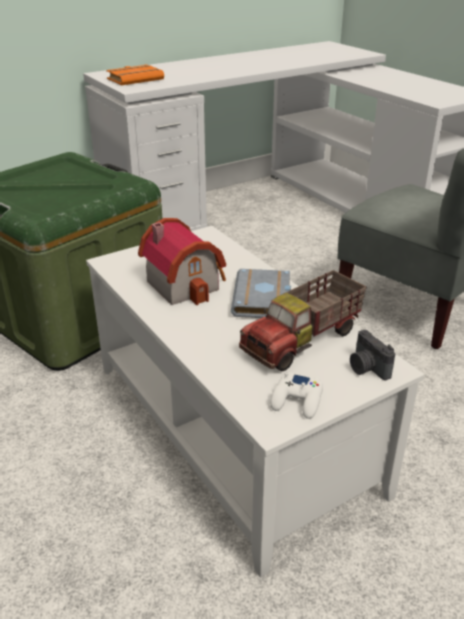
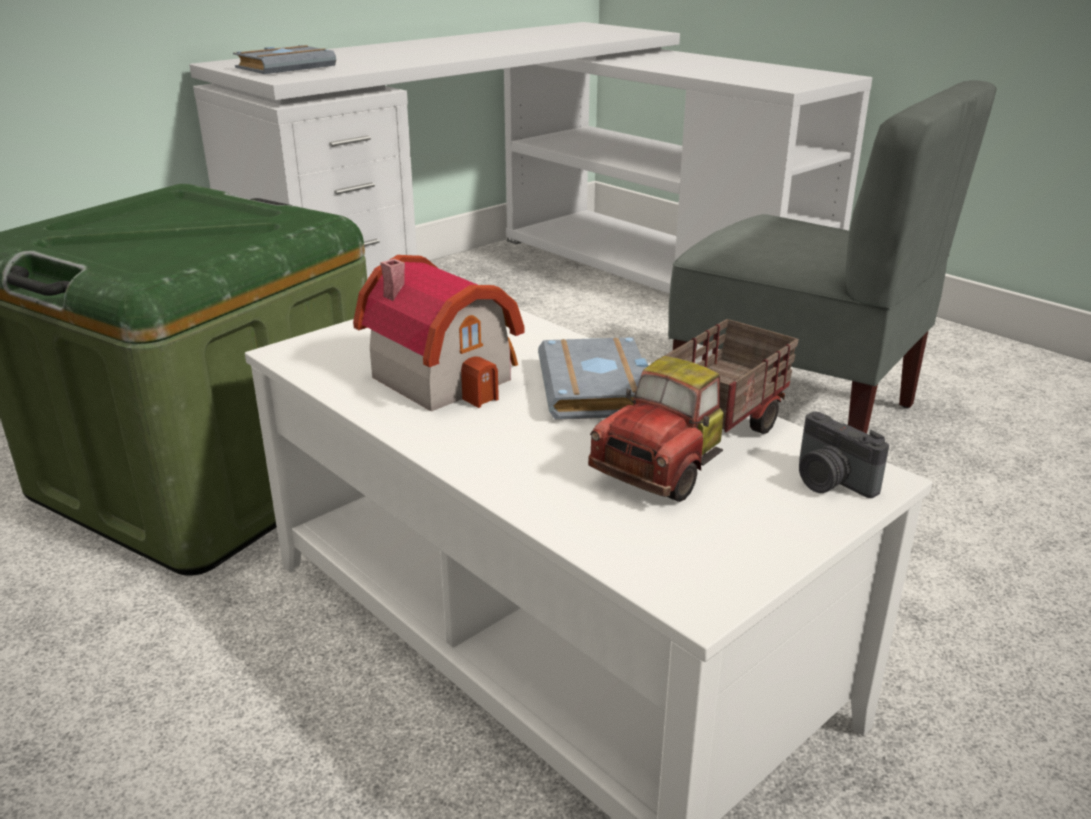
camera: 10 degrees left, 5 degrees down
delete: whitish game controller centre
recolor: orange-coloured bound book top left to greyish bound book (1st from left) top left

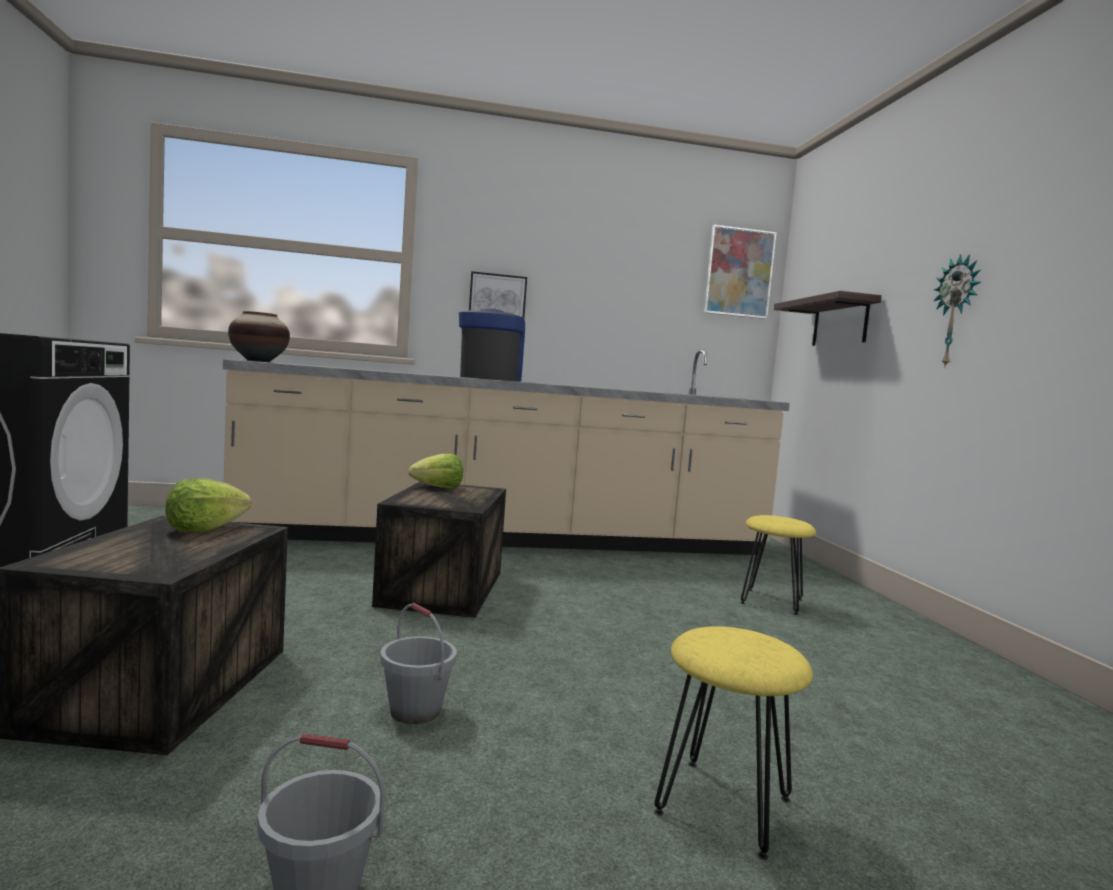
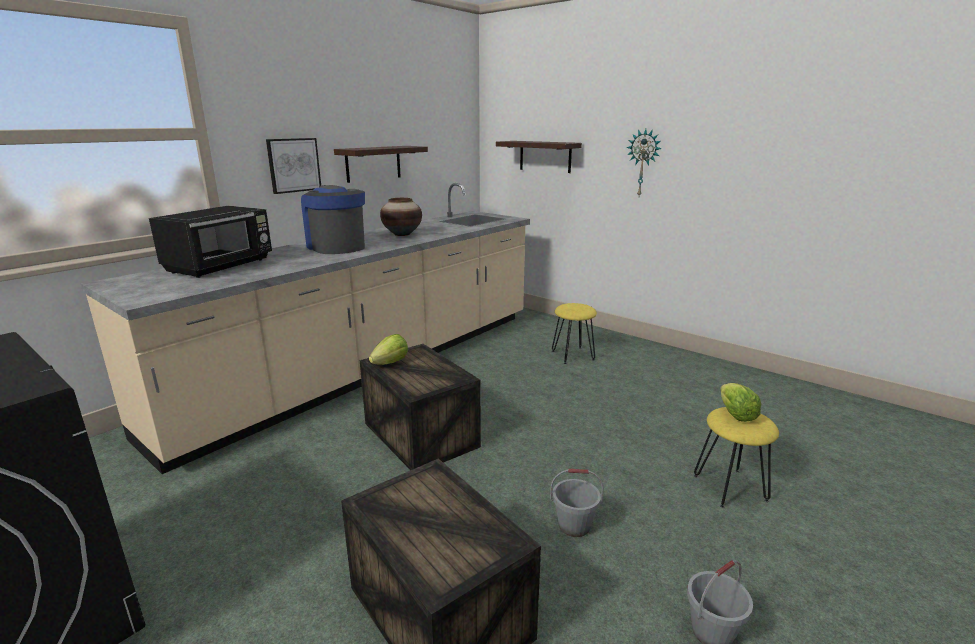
camera: 40 degrees left, 15 degrees up
delete: wall art (2nd from left) top centre
insert: black-coloured microwave middle left; shelf (1st from left) top centre
move: lettuce head (1st from left in the first image) middle left to lettuce head (2nd from left) middle right; vase middle left to centre

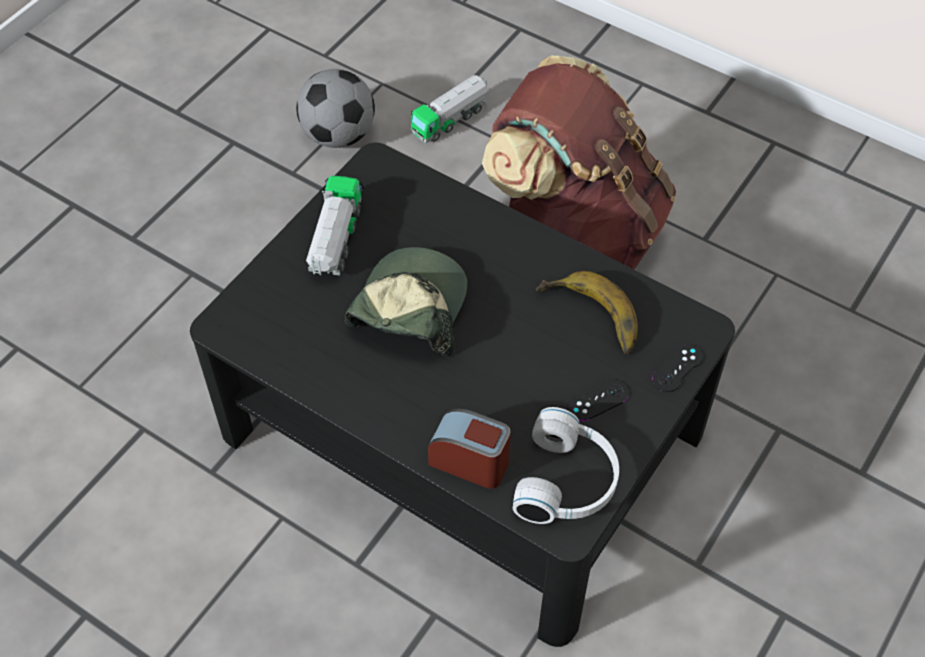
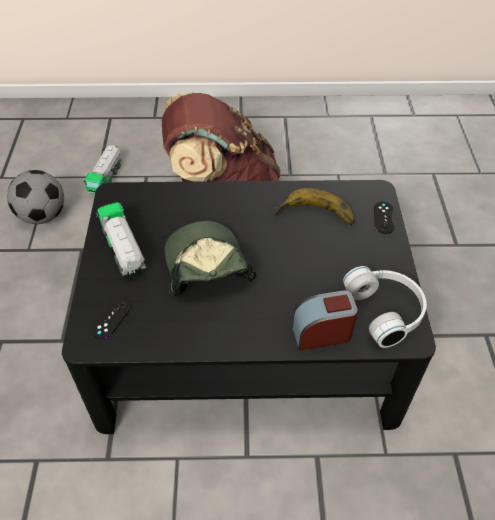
camera: 35 degrees left, 5 degrees down
move: black-coloured game controller (1st from left) centre to middle left

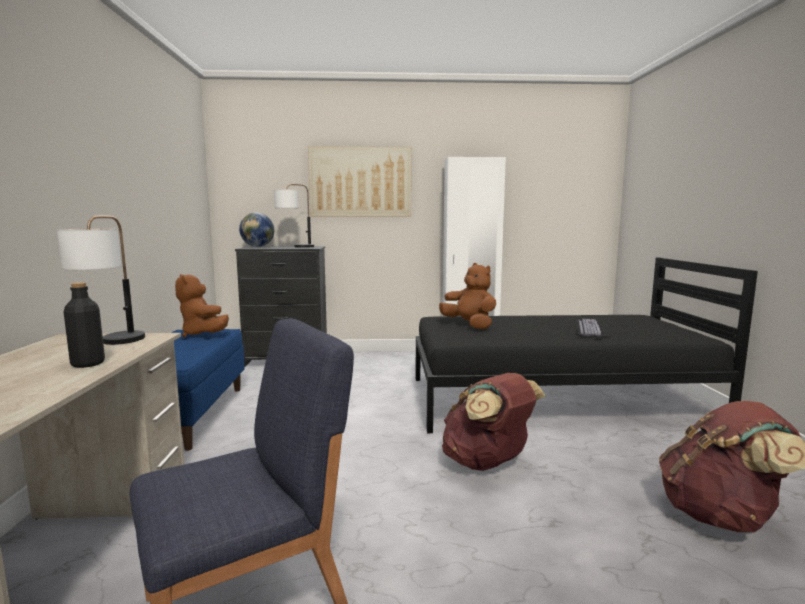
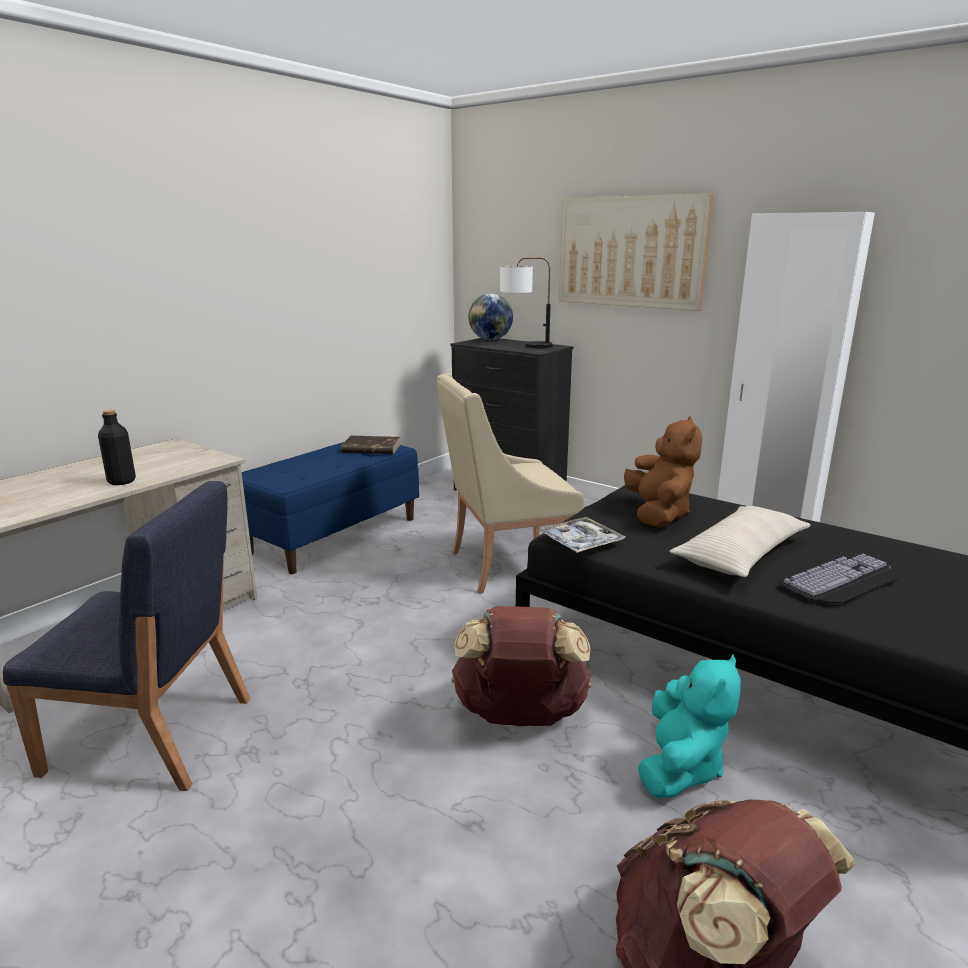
camera: 40 degrees right, 10 degrees up
delete: tabletop lamp (1st from left) middle left
insert: beige easy chair centre; serving tray centre; blue-green cuddly toy bottom right; beige pillow middle right
replace: brown-coloured cuddly toy (1st from left) middle left to brown-coloured bound book centre

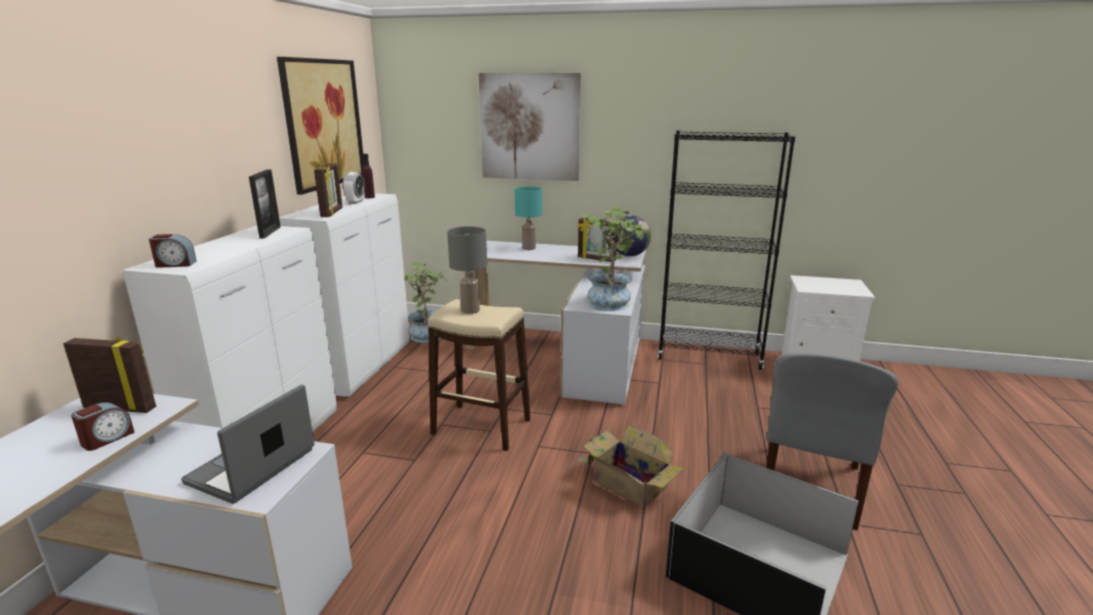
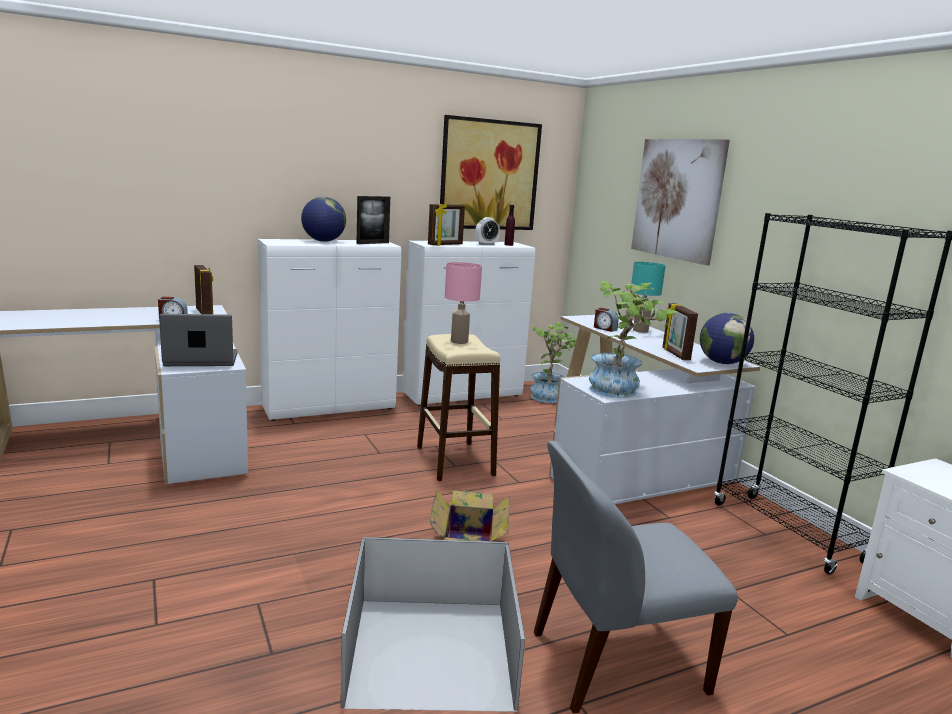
camera: 50 degrees right, 5 degrees down
insert: globe (1st from left) top centre
move: alarm clock (2nd from left in the first image) middle left to alarm clock (3rd from left) centre
recolor: greyish tabletop lamp centre to pinkish tabletop lamp centre

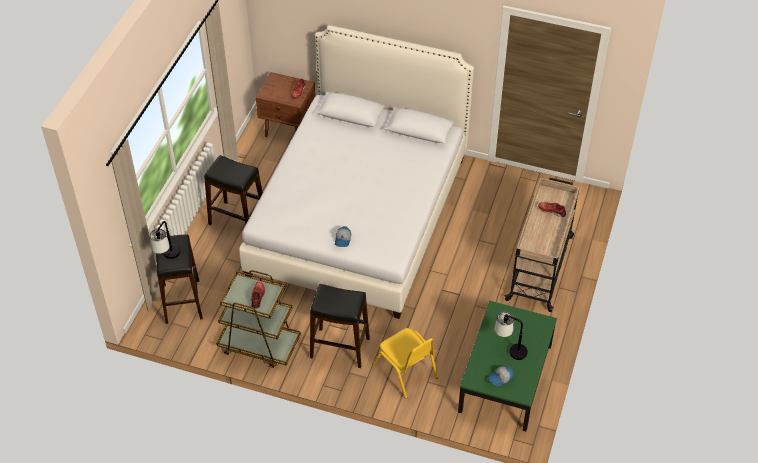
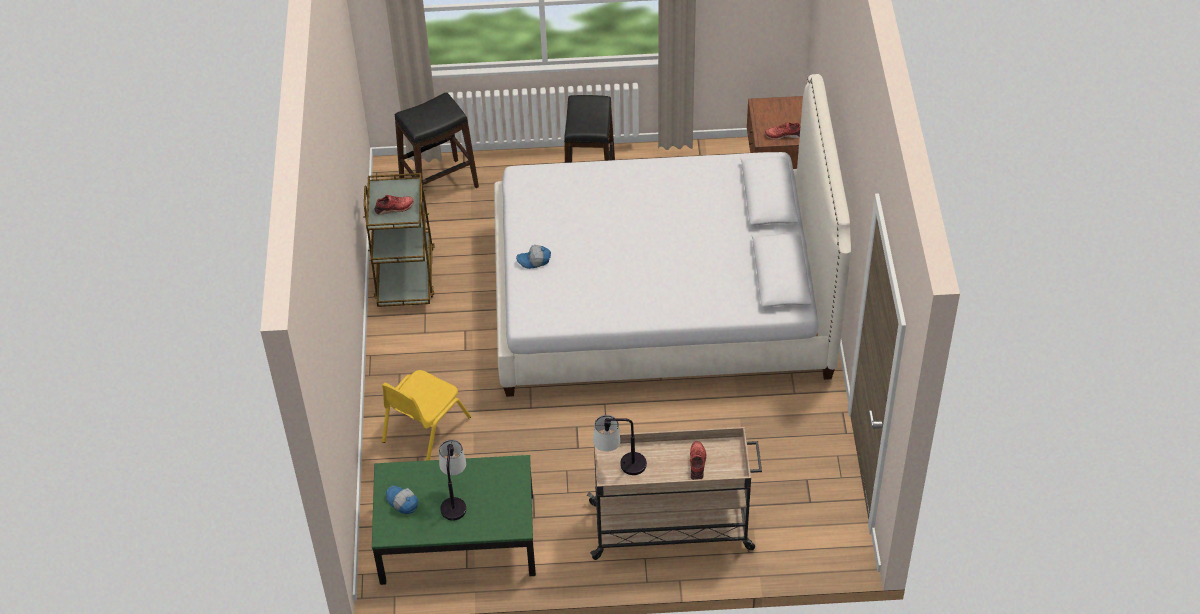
camera: 70 degrees right, 0 degrees up
delete: black-coloured sitting stool (3rd from left) bottom centre
move: tabletop lamp (1st from left in the first image) middle left to tabletop lamp (2nd from left) bottom centre

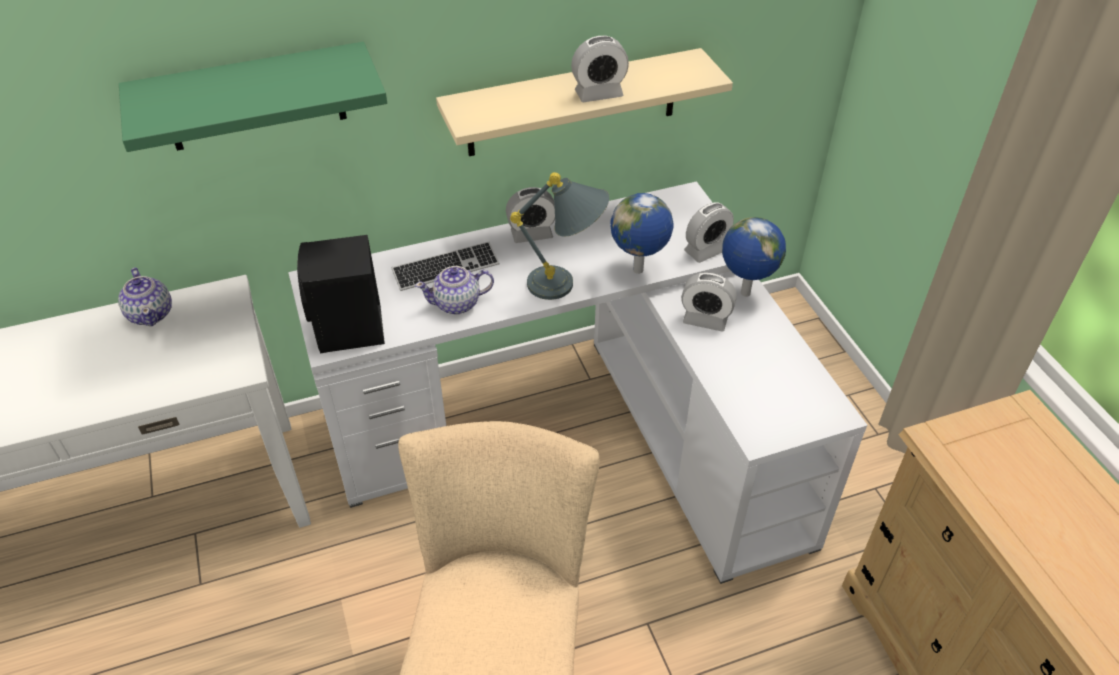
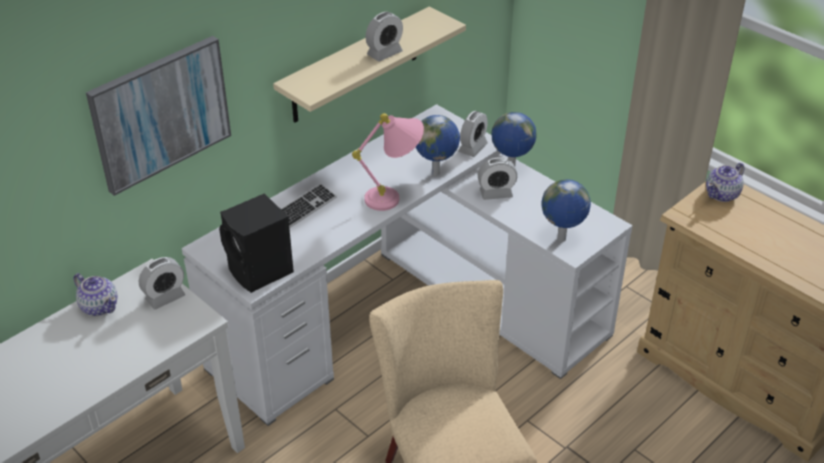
camera: 25 degrees left, 5 degrees down
insert: globe (3rd from left) middle right
move: teapot (2nd from left) centre to middle right; alarm clock (1st from left) top centre to middle left
replace: green-coloured shelf top left to wall art top left
recolor: greyish tabletop lamp centre to pinkish tabletop lamp centre

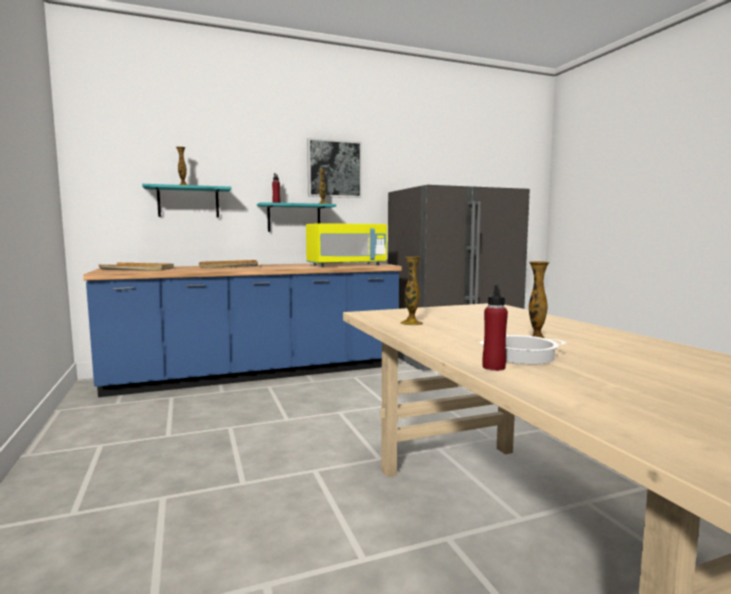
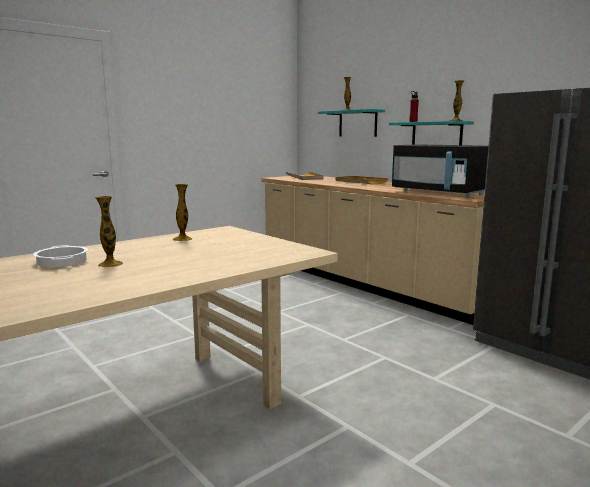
camera: 70 degrees right, 5 degrees up
delete: wall art top centre; red drink bottle (2nd from left) middle right
recolor: blue kitchen base unit middle left to beige kitchen base unit centre; yellow microwave centre to black-coloured microwave middle right

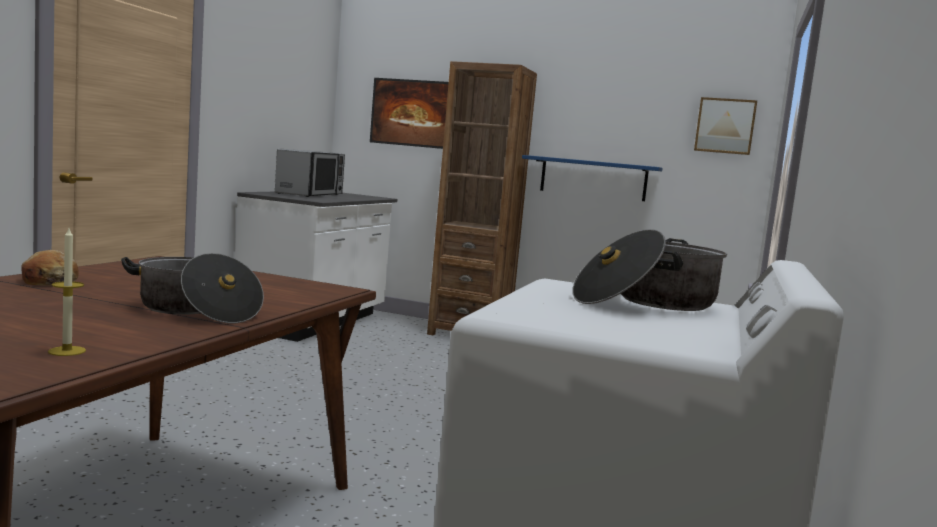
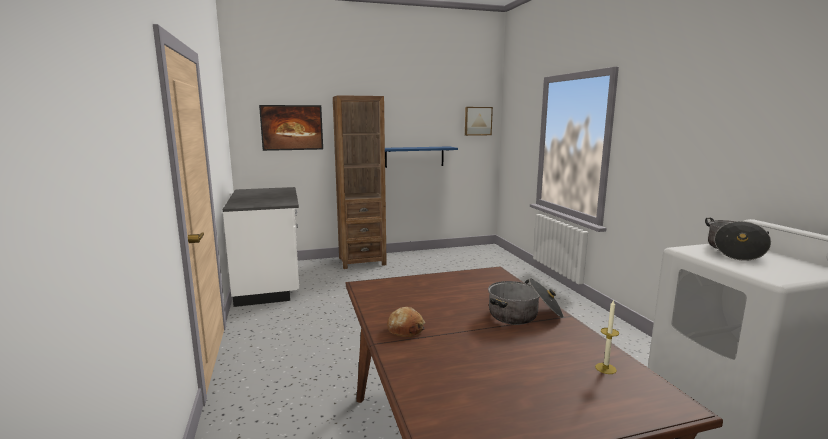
camera: 35 degrees left, 5 degrees up
delete: microwave top left

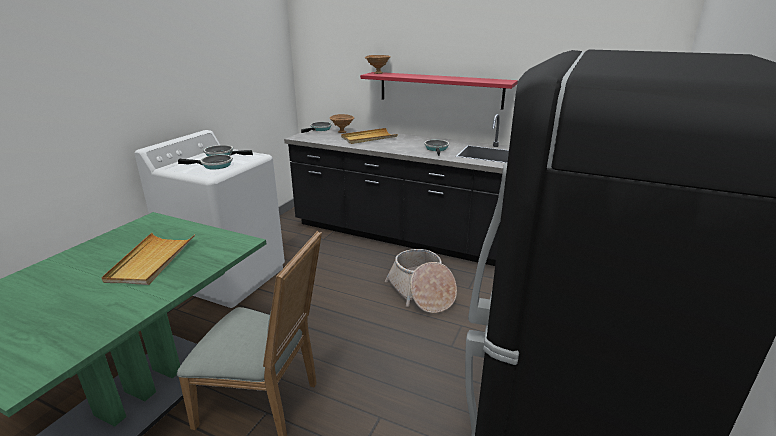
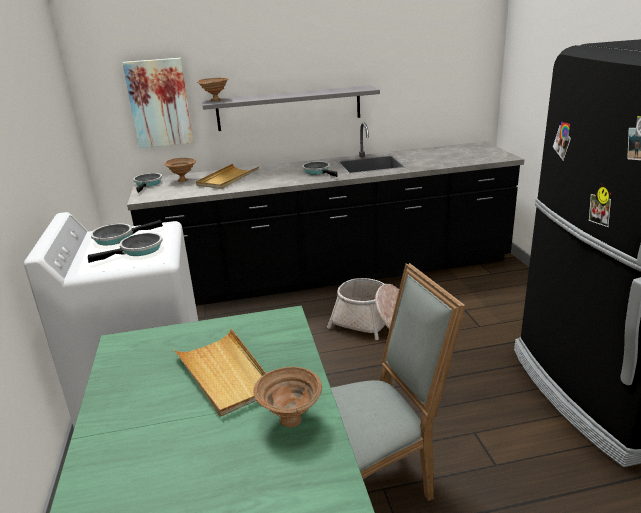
camera: 35 degrees left, 0 degrees up
insert: wall art top left; brown-coloured bowl (3rd from left) bottom centre
recolor: red shelf top centre to greyish shelf top centre

